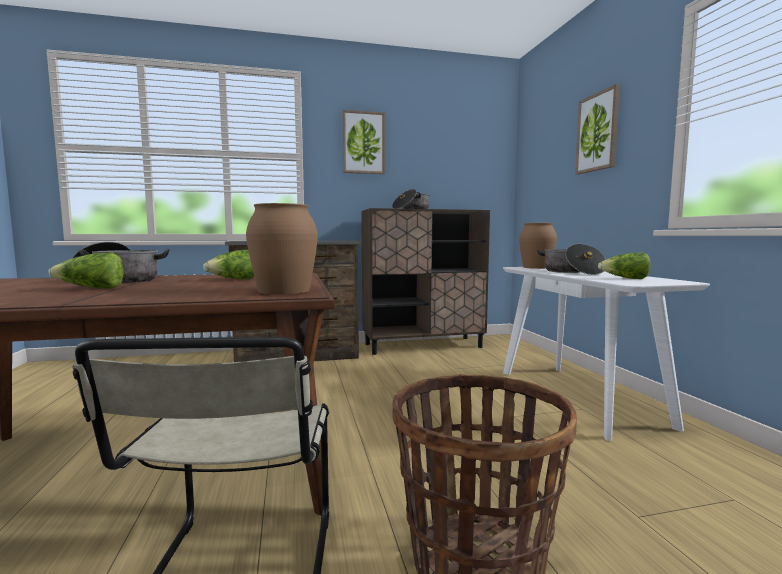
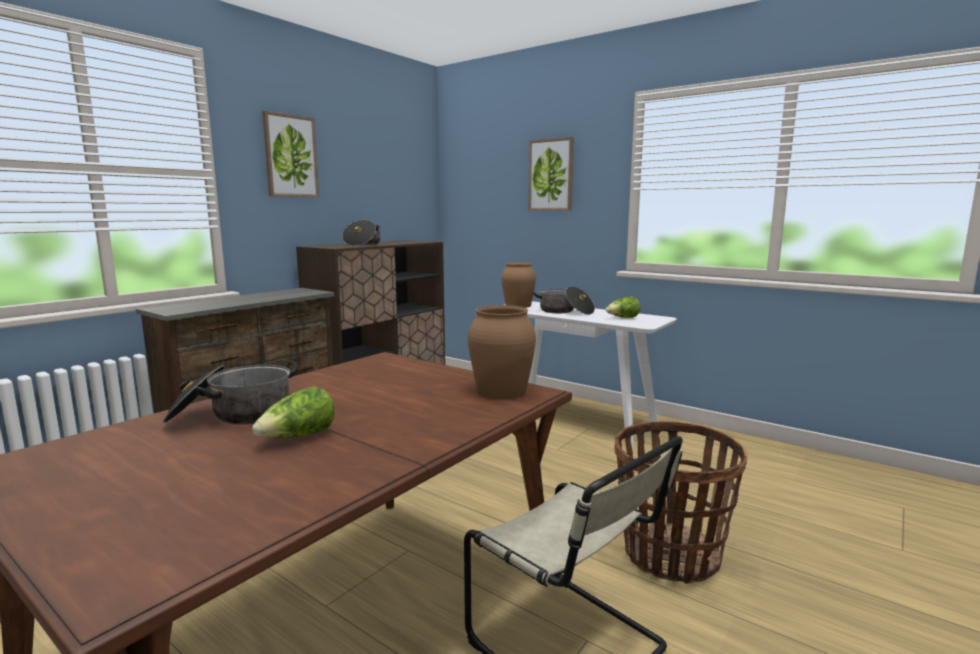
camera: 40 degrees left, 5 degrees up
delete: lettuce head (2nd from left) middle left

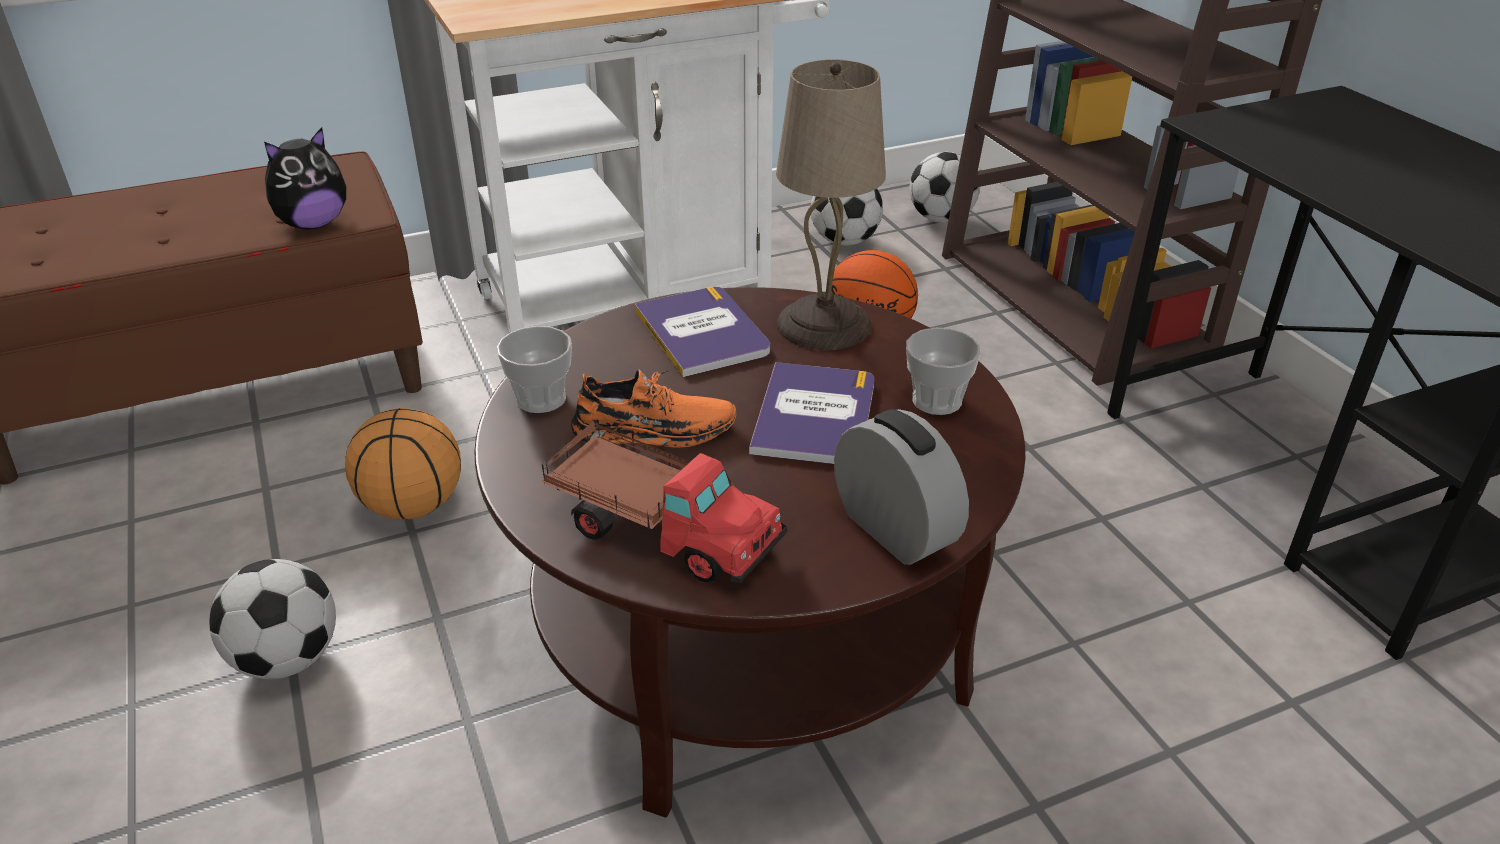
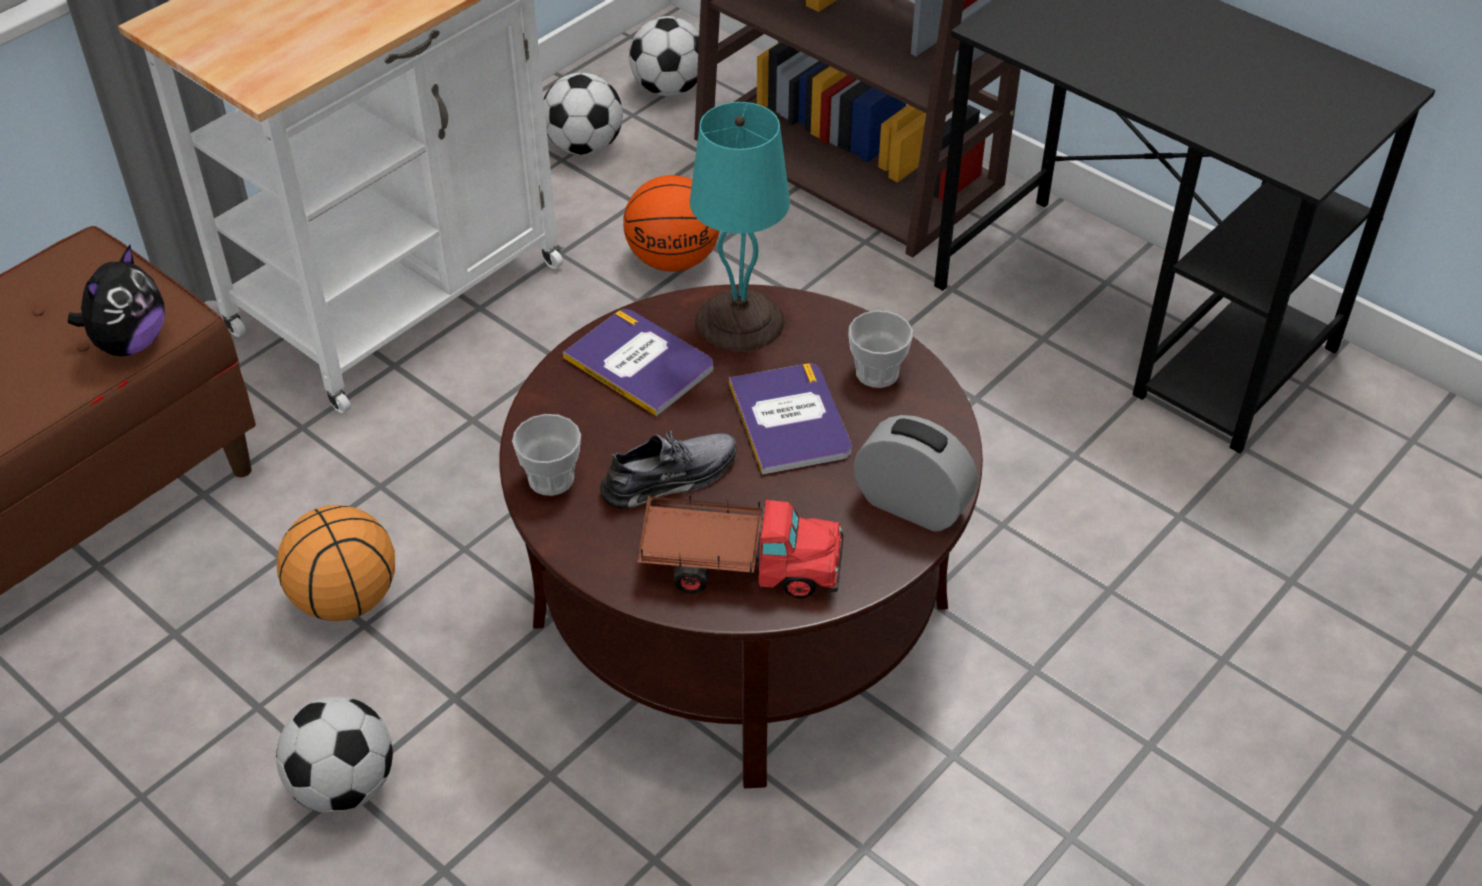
camera: 25 degrees left, 10 degrees up
recolor: orange-coloured shoe centre to greyish shoe centre; beige tabletop lamp top centre to blue-green tabletop lamp top centre

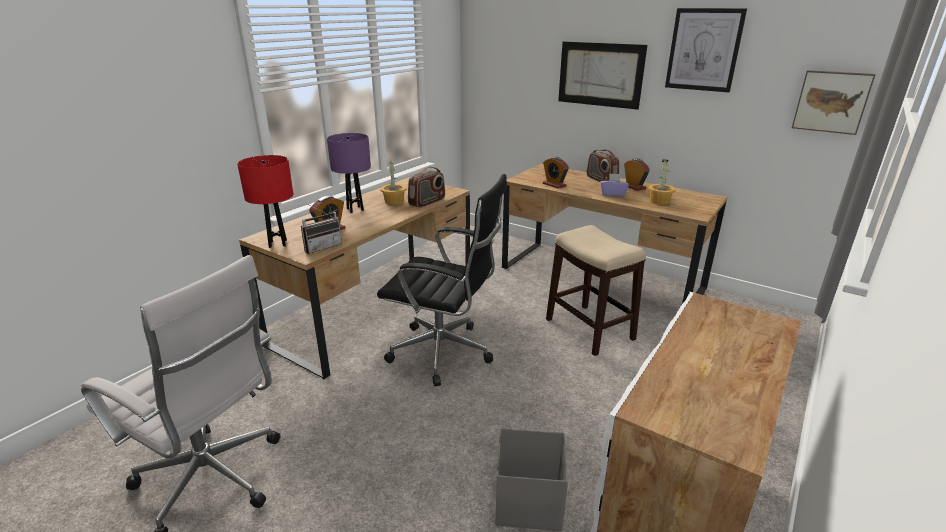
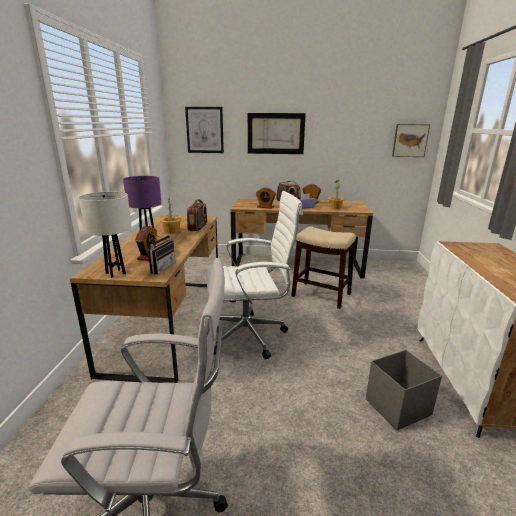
camera: 30 degrees left, 5 degrees down
move: wall art (2nd from left in the first image) top right to wall art (1st from left) top centre
recolor: red tabletop lamp middle left to whitish tabletop lamp middle left; black-coloured computer chair centre to whitish computer chair (2nd from left) centre

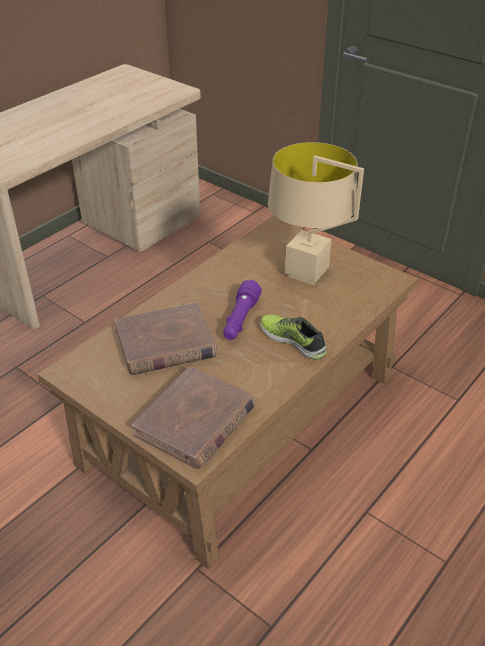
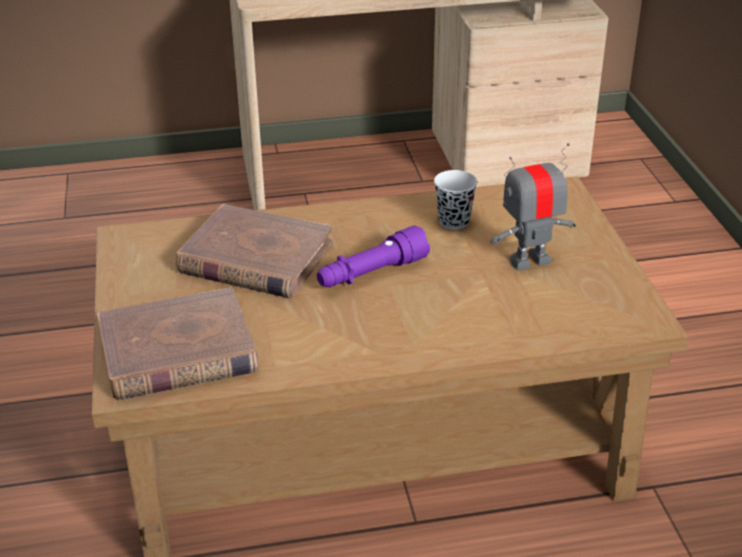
camera: 40 degrees right, 5 degrees down
delete: shoe centre
insert: black-coloured small cup centre
replace: beige tabletop lamp top centre to model robot middle right

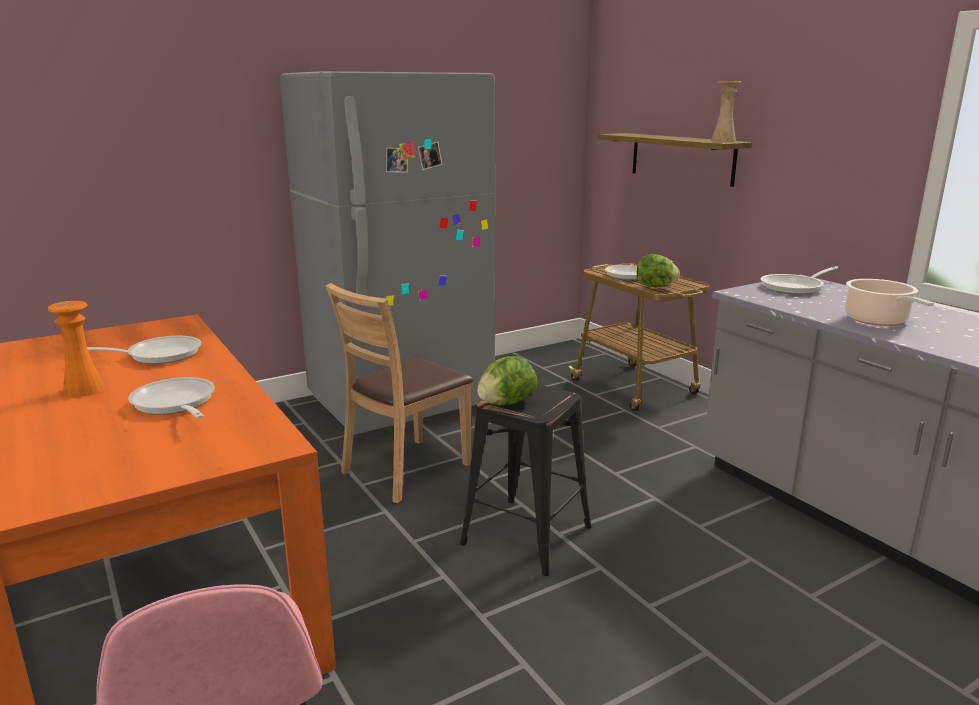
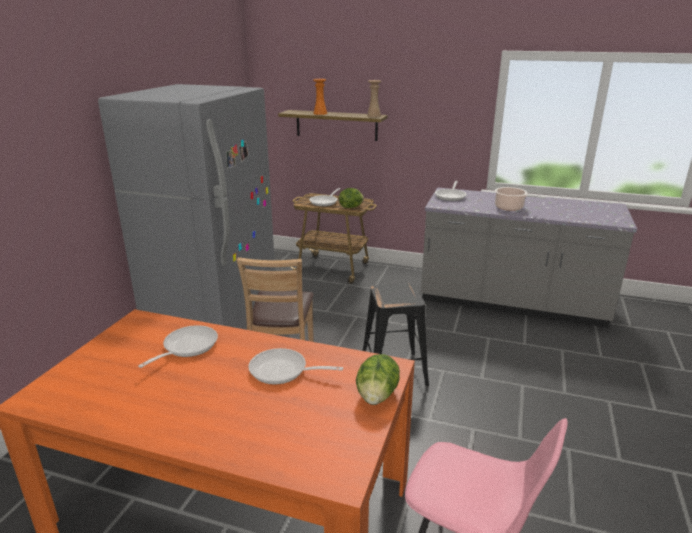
camera: 40 degrees left, 5 degrees up
move: orange-coloured vase middle left to top centre; lettuce head (1st from left in the first image) centre to lettuce head (2nd from left) bottom centre

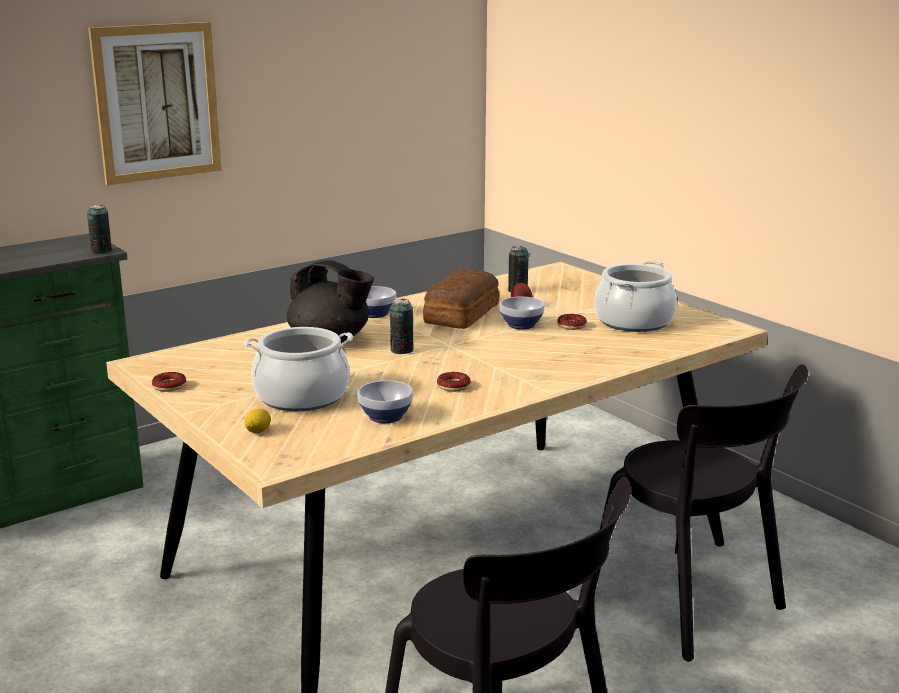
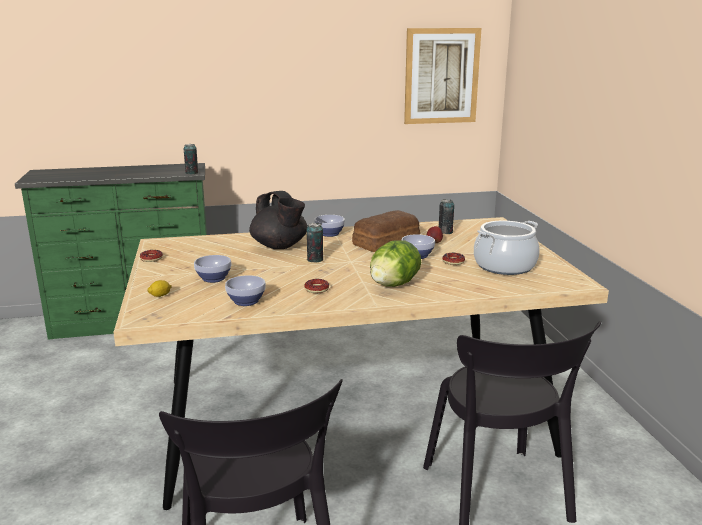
camera: 25 degrees right, 0 degrees up
insert: lettuce head centre
move: wall art top left to top centre
replace: cooking pot (1st from left) middle left to bowl (1st from left) middle left

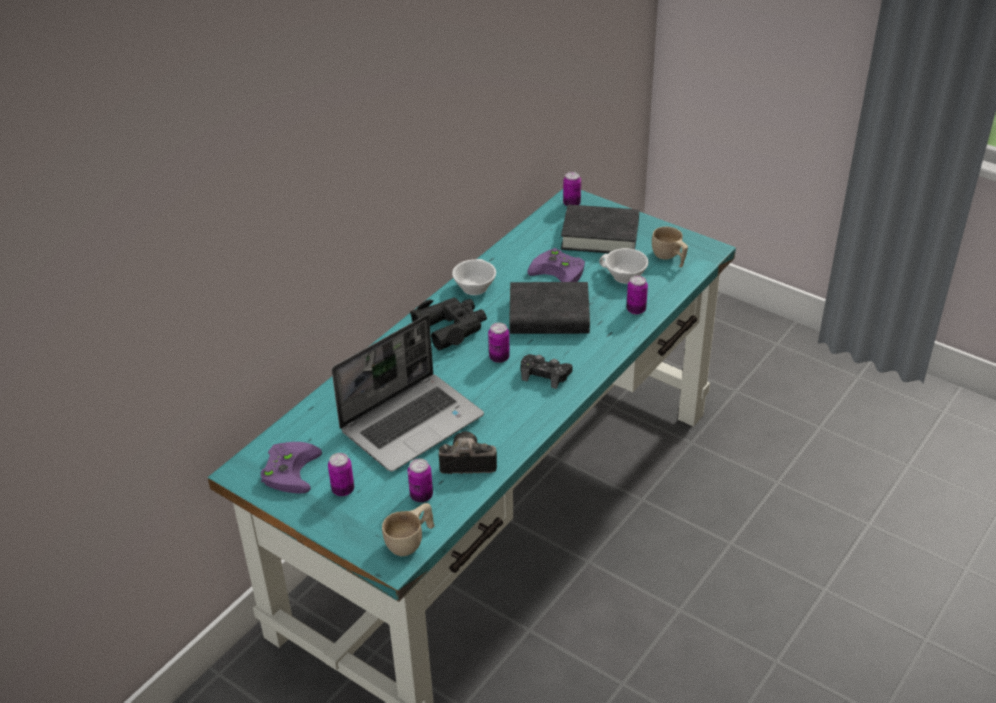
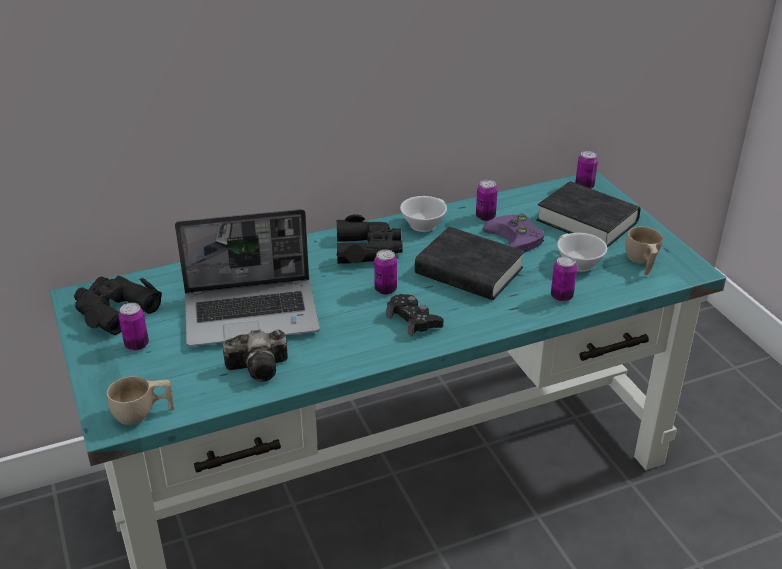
camera: 30 degrees right, 5 degrees down
move: sealed can (2nd from left in the first image) bottom centre to sealed can (3rd from left) centre
replace: purplish game controller (1st from left) middle left to black-coloured pair of binoculars (1st from left) middle left
rotate: still camera centre = middle left 135 degrees clockwise

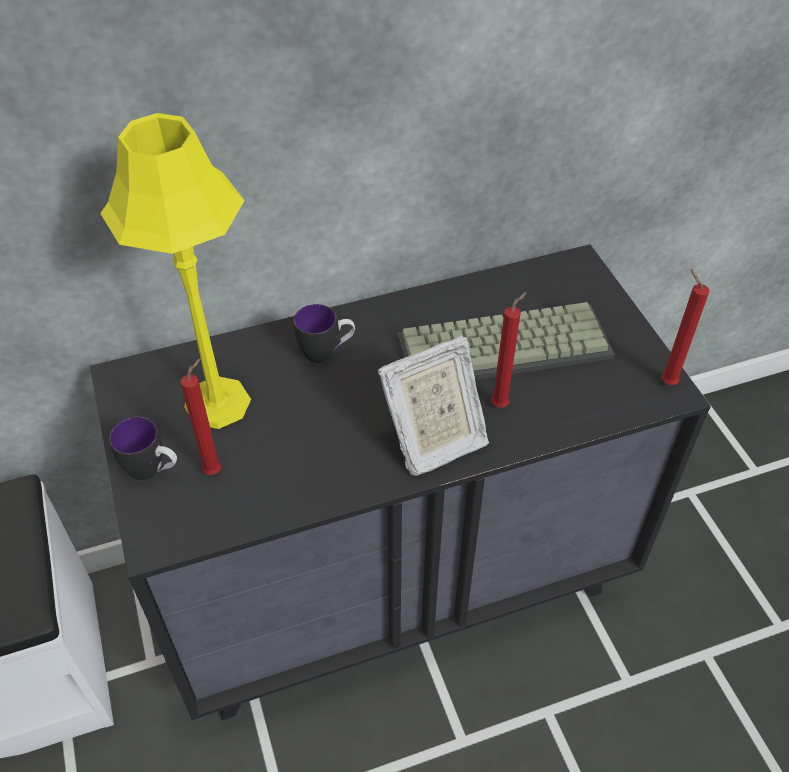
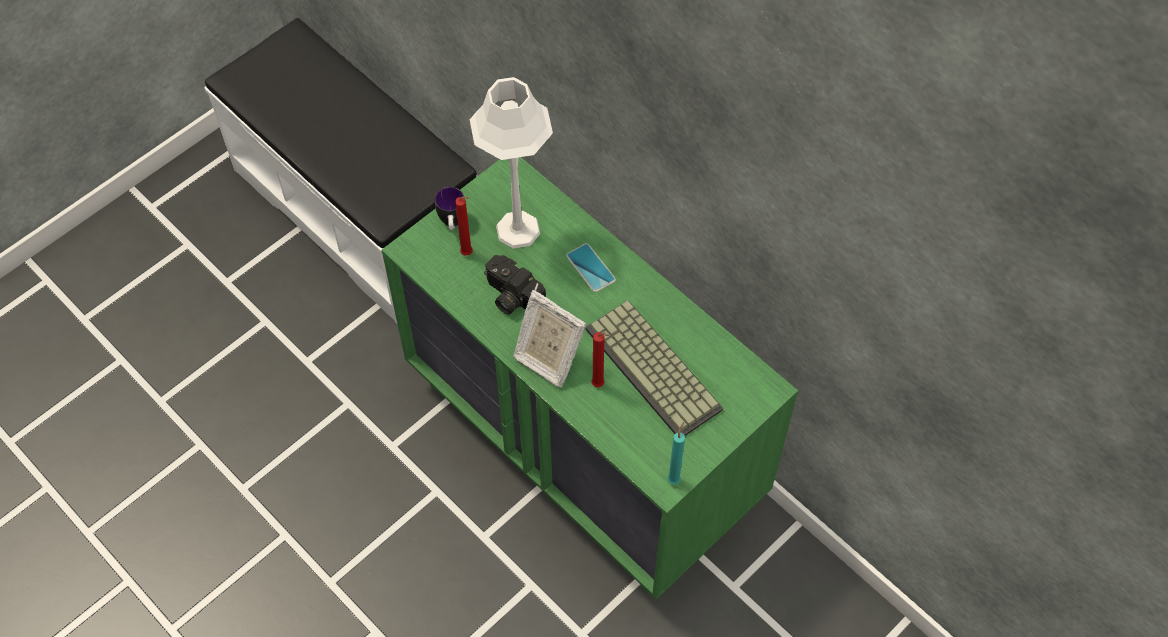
camera: 65 degrees right, 10 degrees up
insert: still camera centre
replace: coffee mug (2nd from left) centre to telephone centre
recolor: black-coloured dresser centre to green-coloured dresser centre; yellow tabletop lamp middle left to whitish tabletop lamp top centre; red candle (3rd from left) middle right to blue-green candle bottom centre

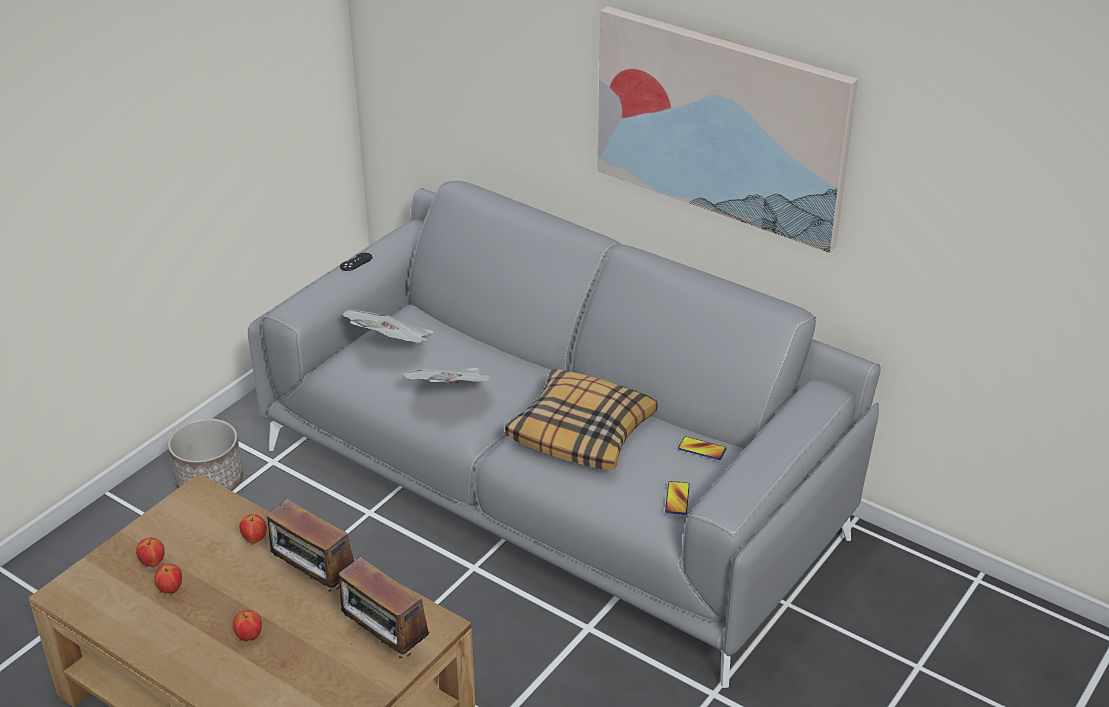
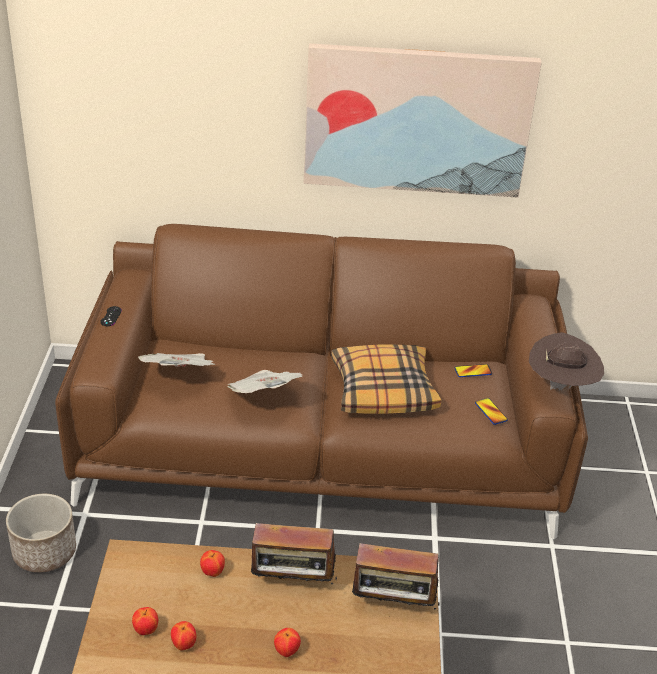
camera: 35 degrees left, 0 degrees up
insert: brown-coloured wearable hat middle right
recolor: greyish couch centre to brown-coloured couch centre

